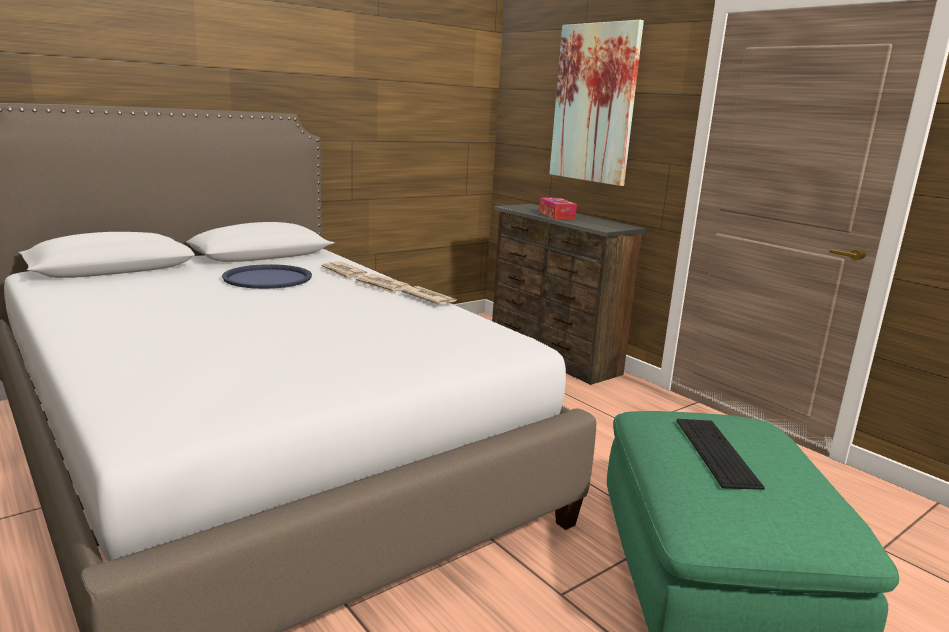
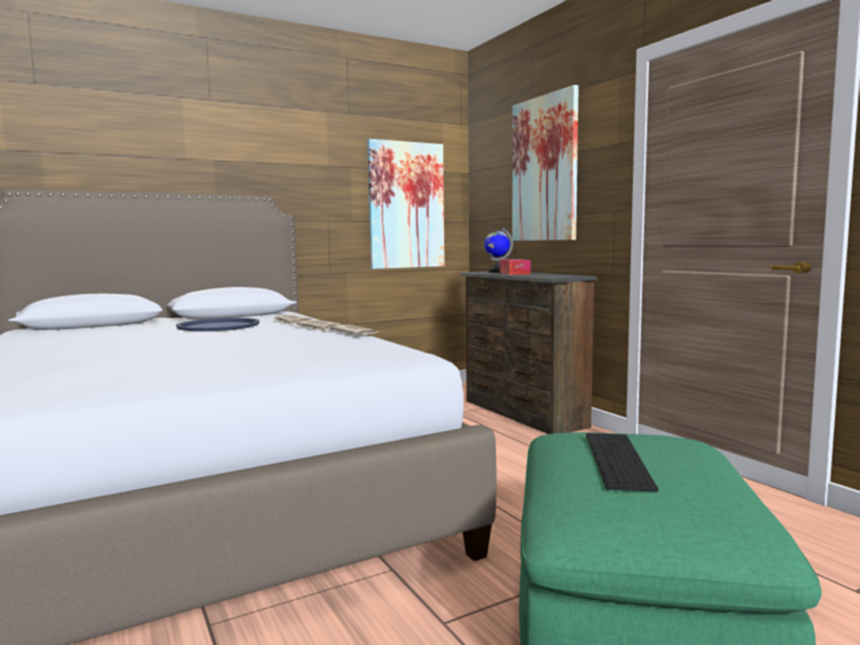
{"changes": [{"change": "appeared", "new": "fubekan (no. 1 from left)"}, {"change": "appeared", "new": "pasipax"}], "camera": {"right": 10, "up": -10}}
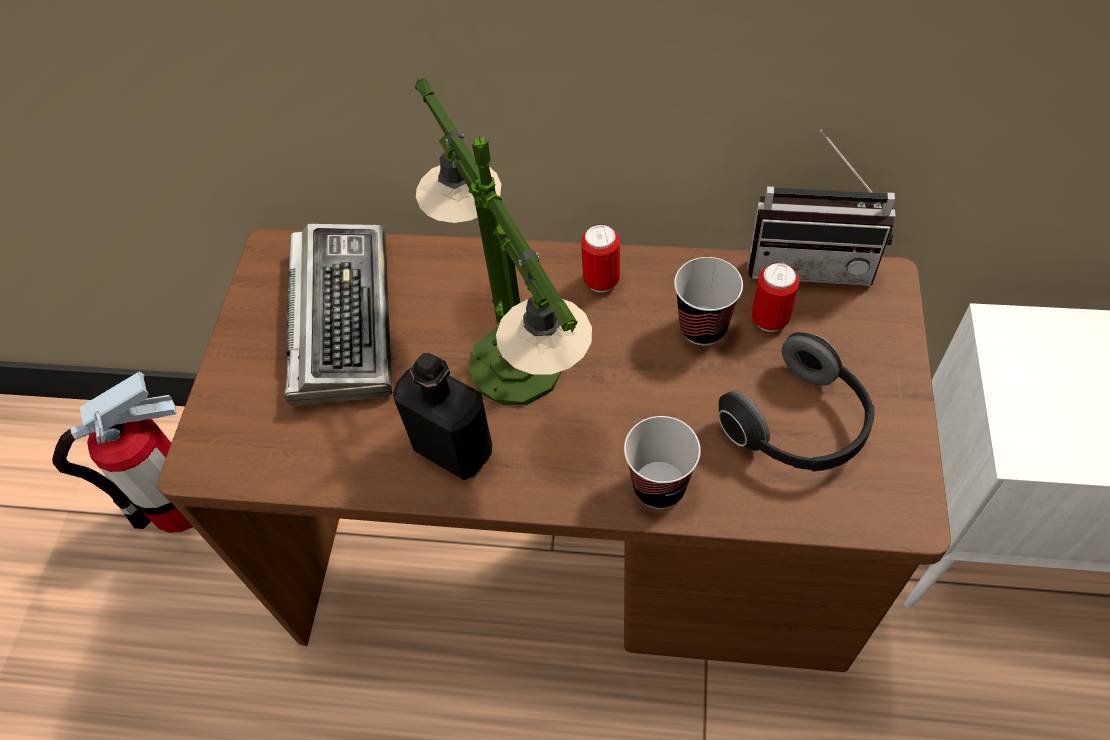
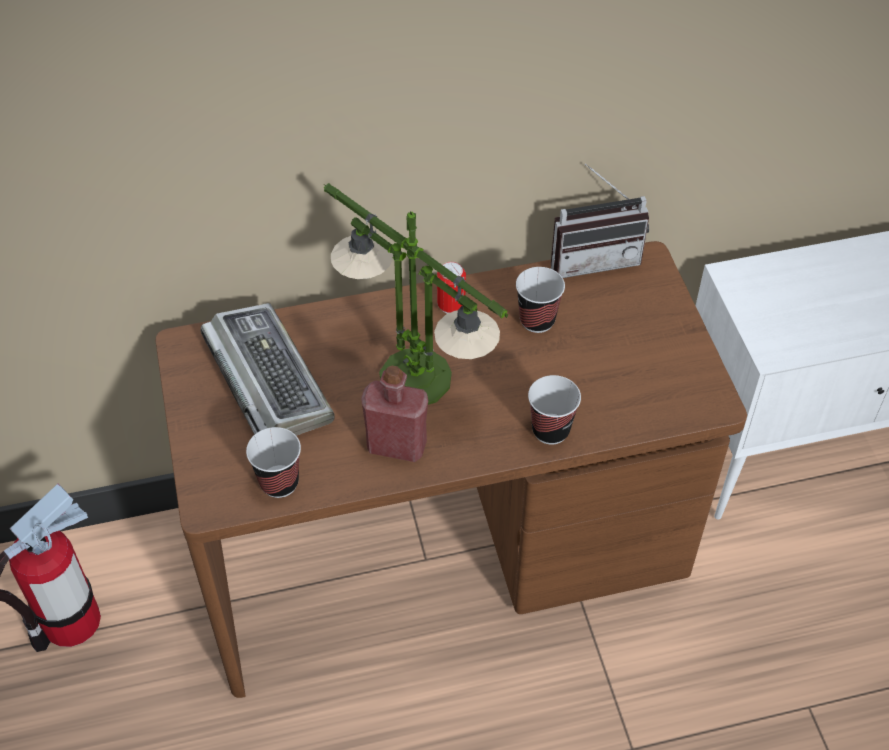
{"changes": [{"change": "missing", "old": "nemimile (no. 2 from left)"}, {"change": "missing", "old": "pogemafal"}, {"change": "colour", "old": "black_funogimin", "new": "red_funogimin"}, {"change": "appeared", "new": "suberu (no. 1 from left)"}], "camera": {"right": -25, "up": -5}}
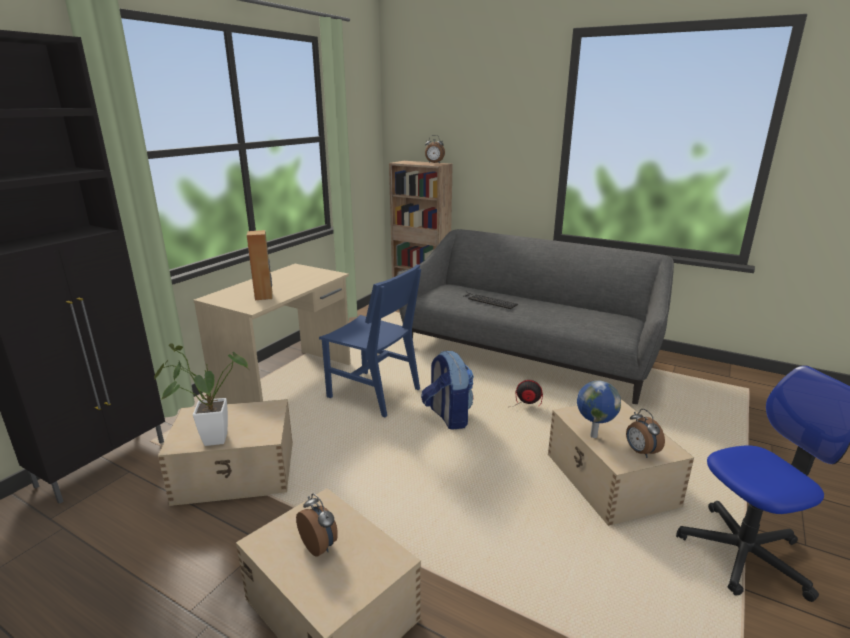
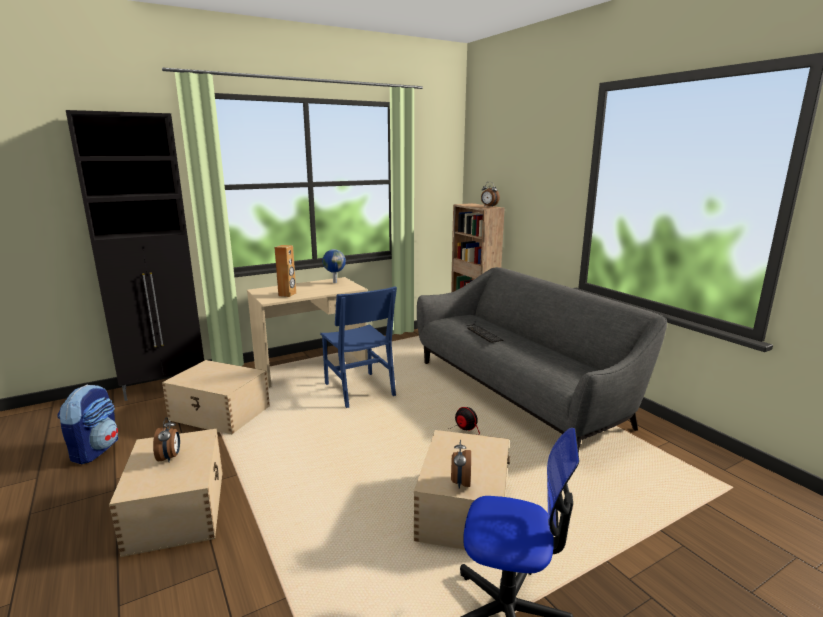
{"changes": [{"change": "missing", "old": "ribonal"}, {"change": "relocated", "old": "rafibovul"}, {"change": "relocated", "old": "pasipax"}], "camera": {"right": 30, "up": -5}}
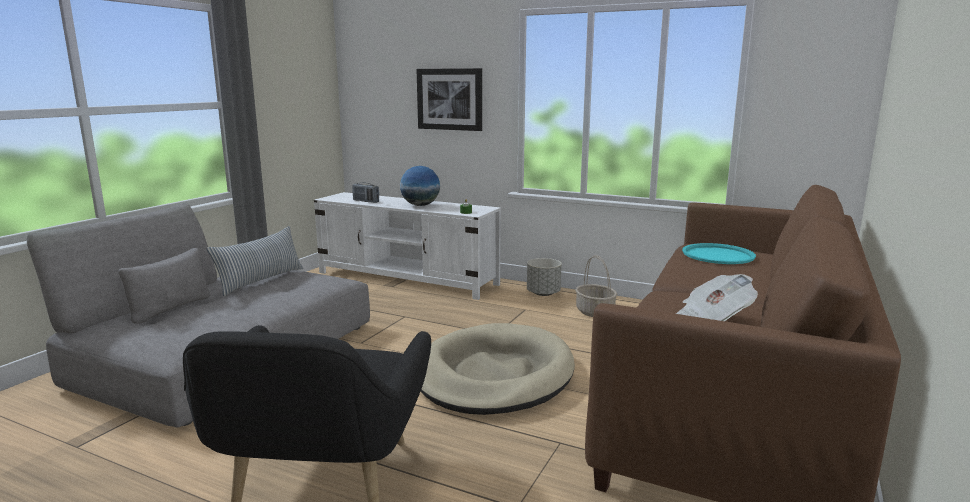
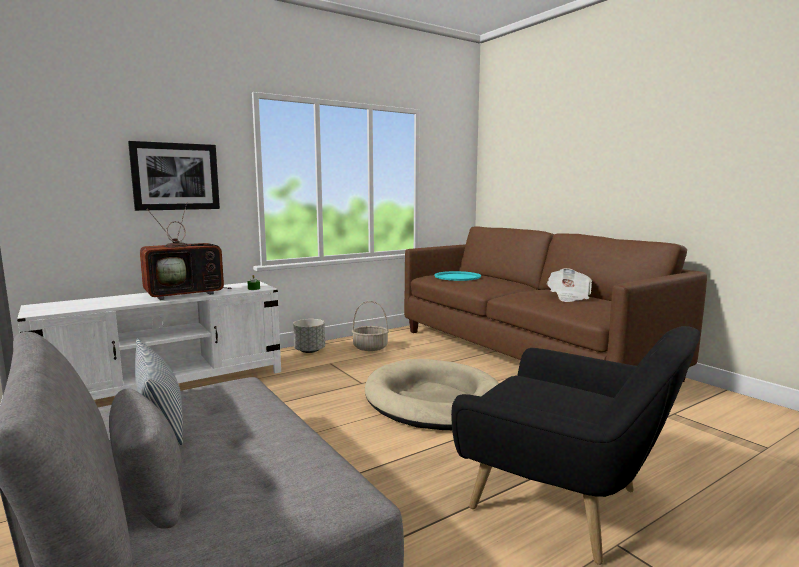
{"changes": [{"change": "exchanged", "old": "pasipax", "new": "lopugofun"}, {"change": "missing", "old": "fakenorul"}], "camera": {"right": -60, "up": -5}}
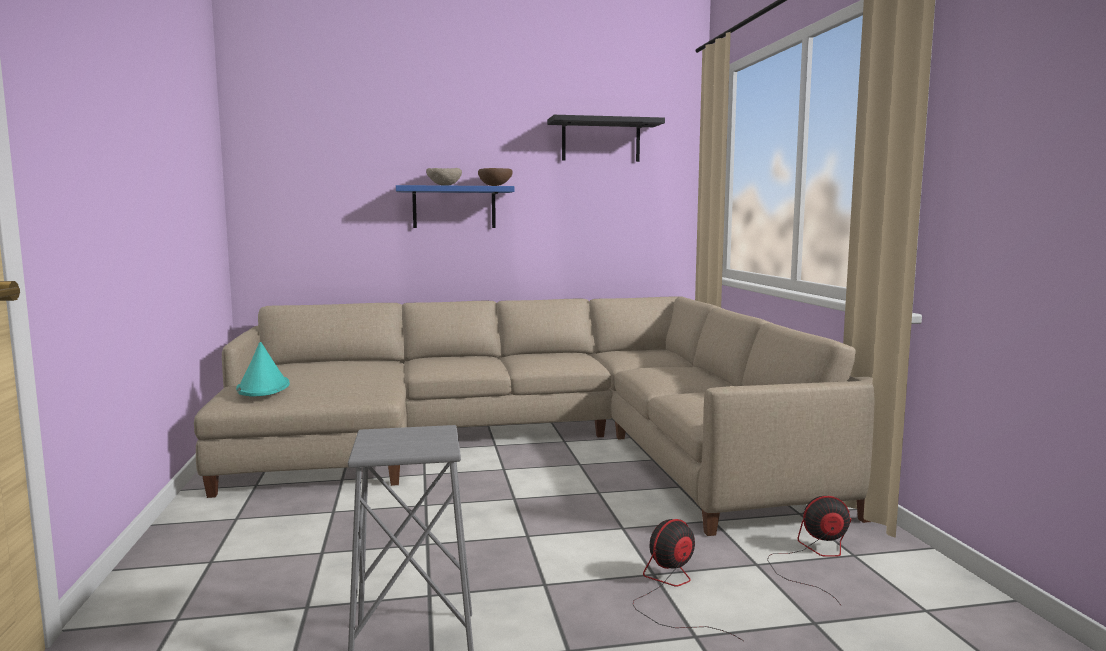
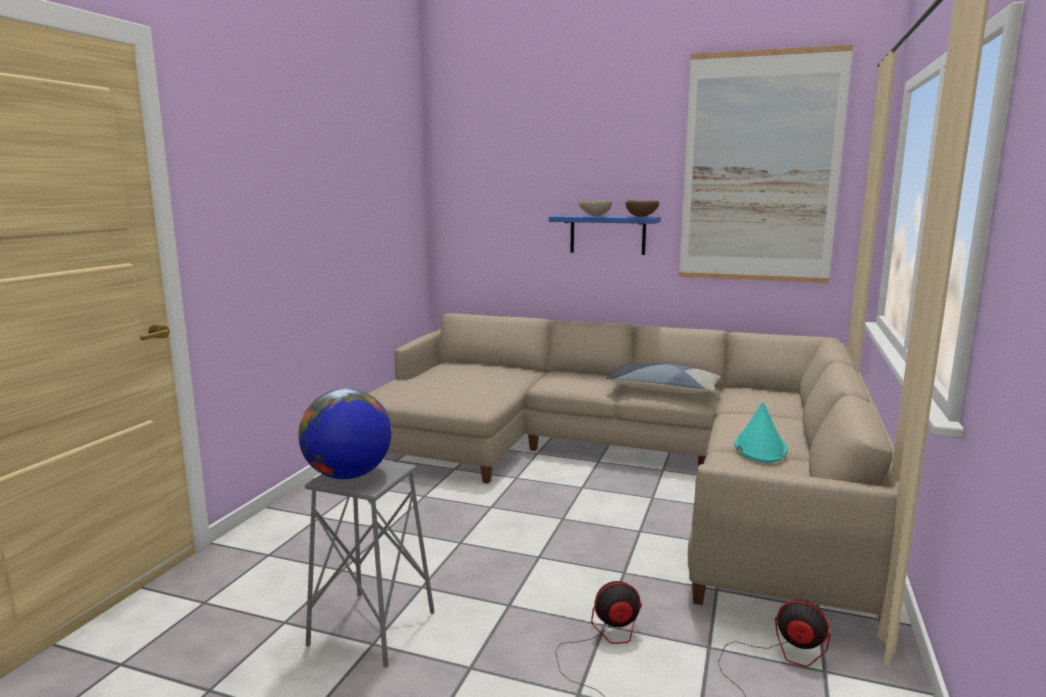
{"changes": [{"change": "exchanged", "old": "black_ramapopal", "new": "fubekan"}, {"change": "relocated", "old": "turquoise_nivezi"}, {"change": "appeared", "new": "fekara"}, {"change": "appeared", "new": "pasipax"}], "camera": {"right": 30, "up": 5}}
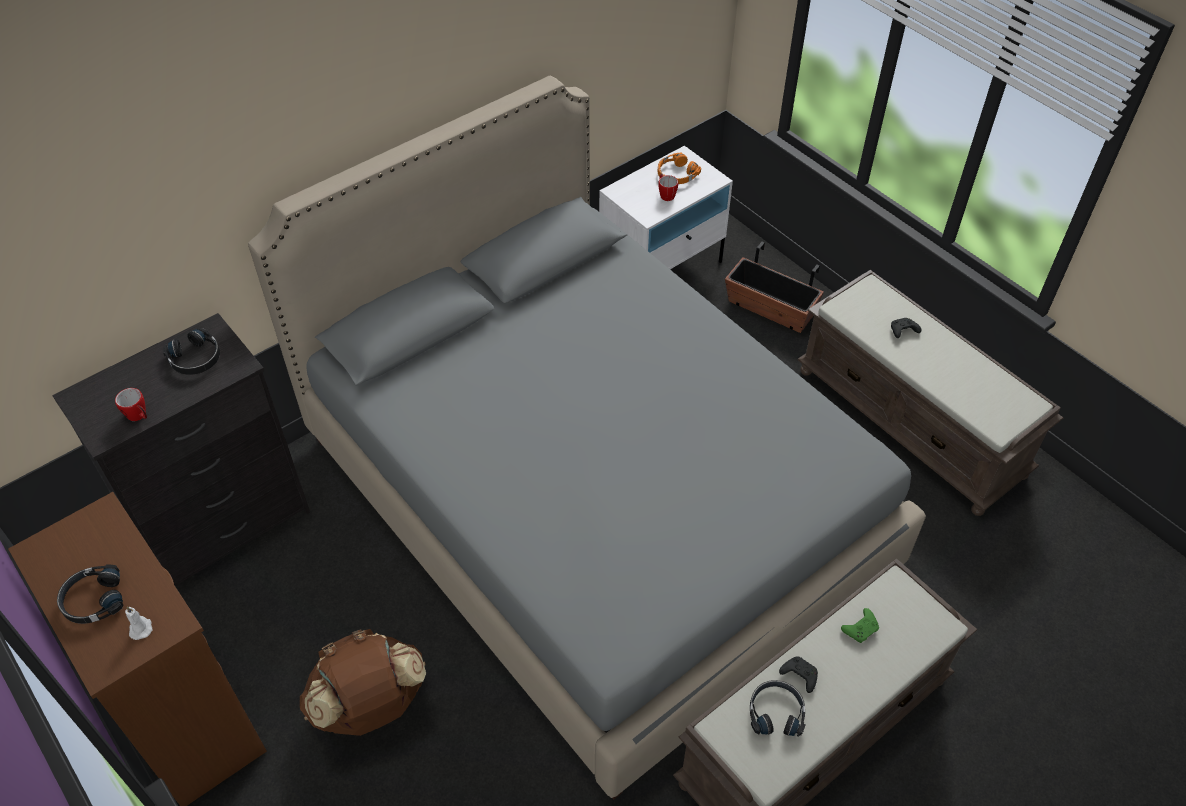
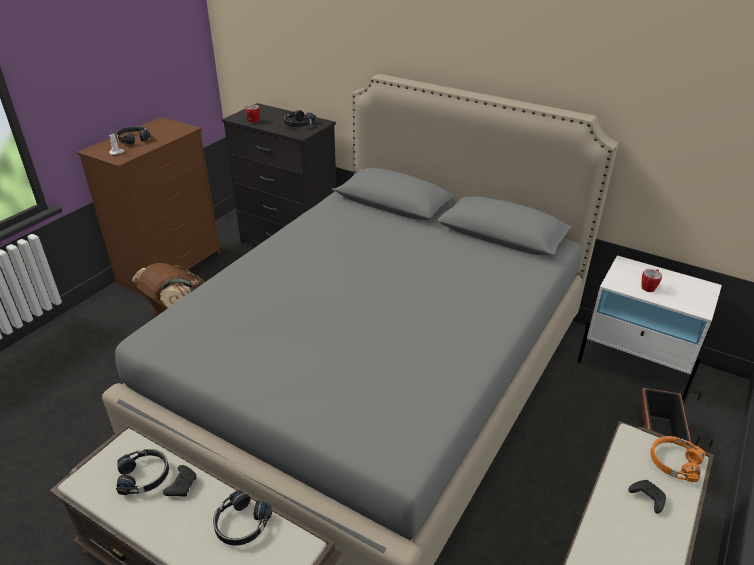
{"changes": [{"change": "relocated", "old": "orange_pogemafal"}, {"change": "exchanged", "old": "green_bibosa", "new": "black_pogemafal (no. 3 from left)"}], "camera": {"right": 70, "up": -15}}
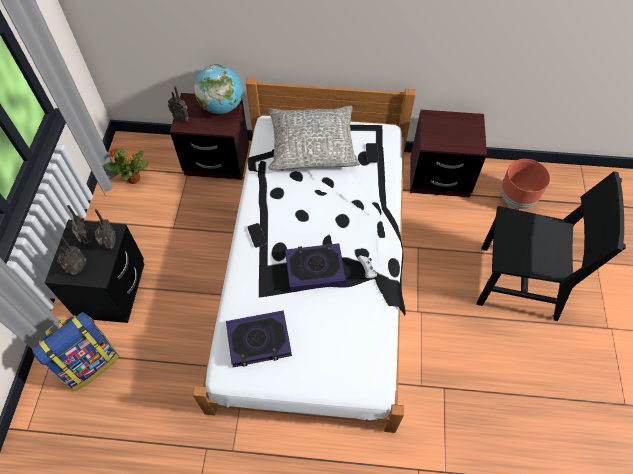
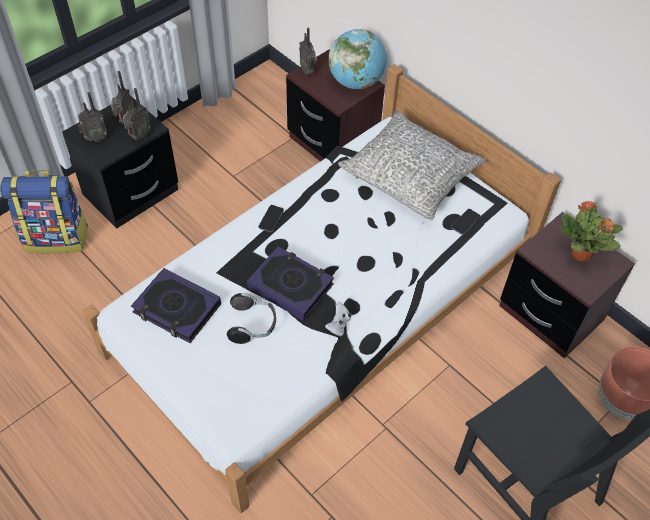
{"changes": [{"change": "relocated", "old": "ribonal"}, {"change": "appeared", "new": "pogemafal"}], "camera": {"right": 40, "up": -5}}
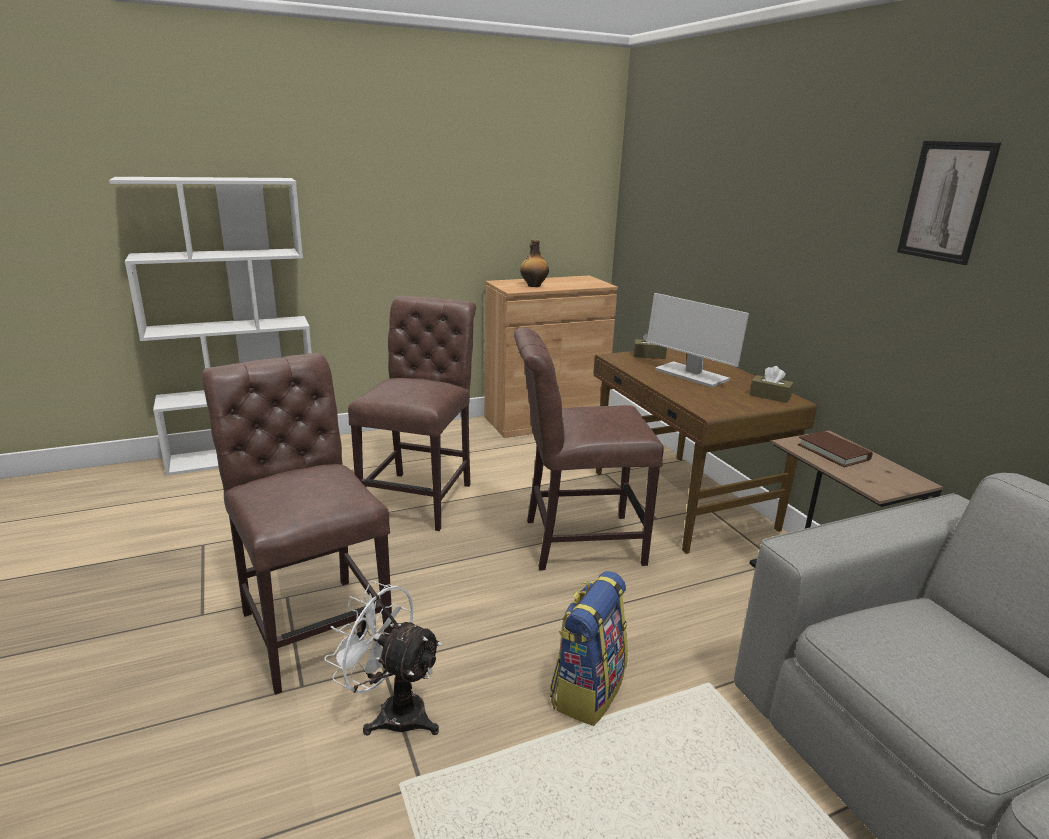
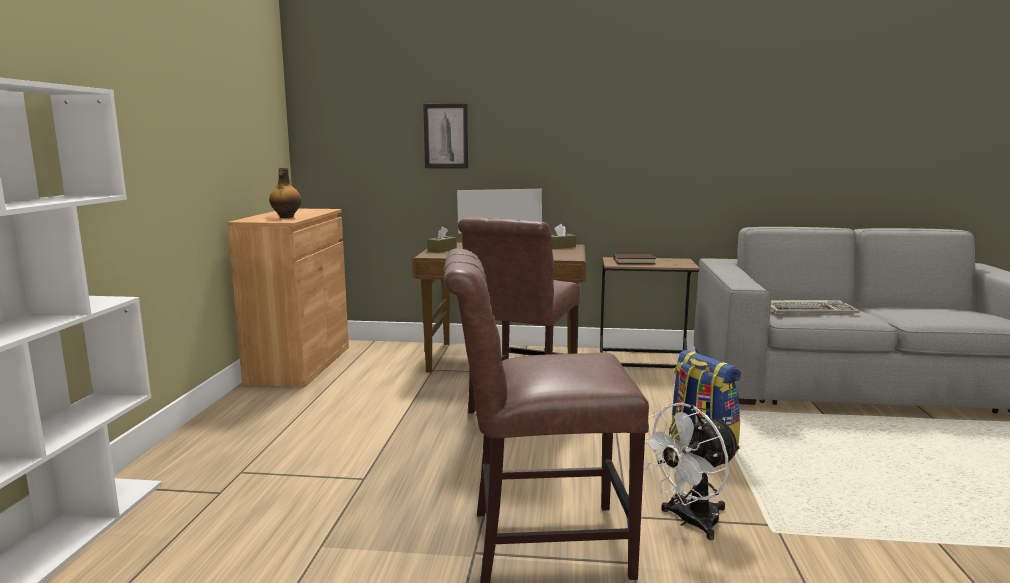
{"changes": [{"change": "relocated", "old": "fubekan"}, {"change": "missing", "old": "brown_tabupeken (no. 2 from left)"}, {"change": "appeared", "new": "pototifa"}], "camera": {"right": -60, "up": -10}}
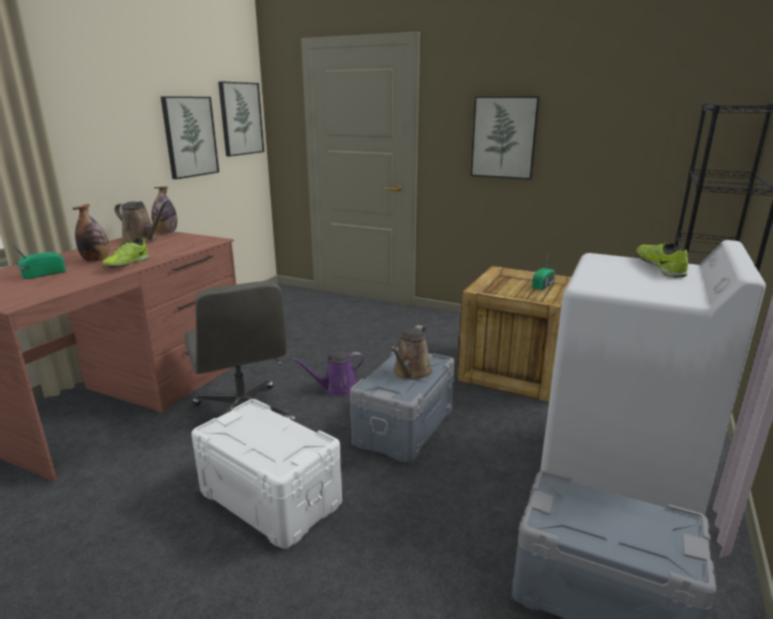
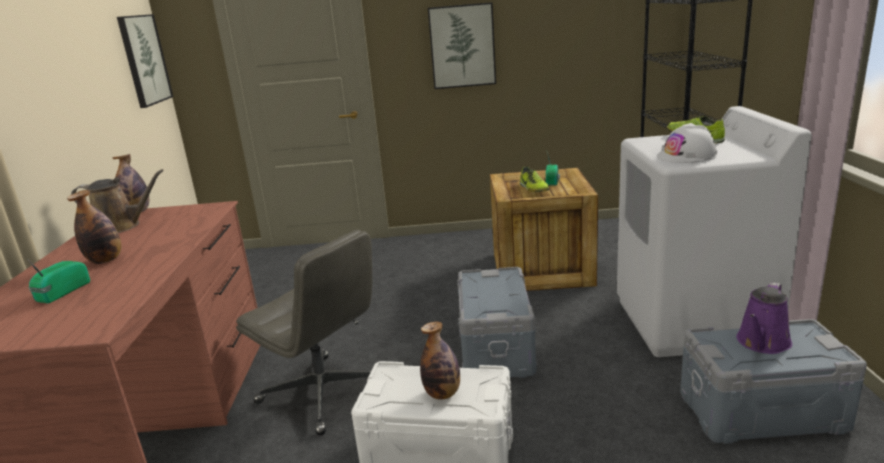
{"changes": [{"change": "missing", "old": "fubekan (no. 1 from left)"}, {"change": "relocated", "old": "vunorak (no. 1 from left)"}, {"change": "missing", "old": "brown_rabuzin (no. 2 from left)"}, {"change": "relocated", "old": "purple_rabuzin"}, {"change": "appeared", "new": "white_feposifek"}, {"change": "appeared", "new": "funogimin (no. 3 from left)"}], "camera": {"right": -25, "up": 0}}
